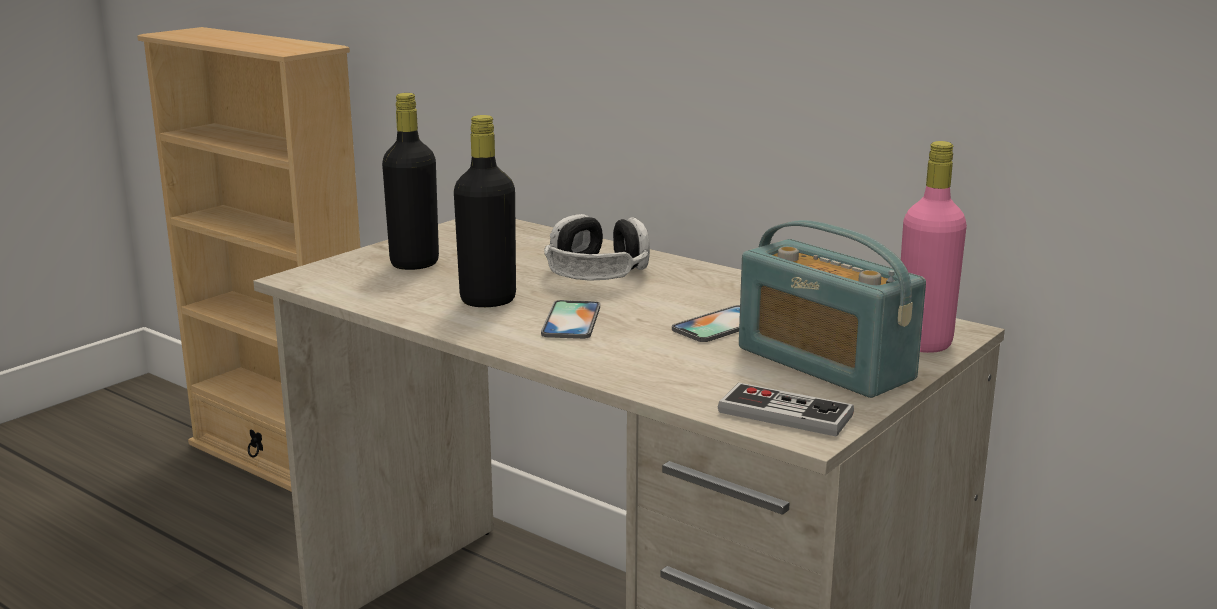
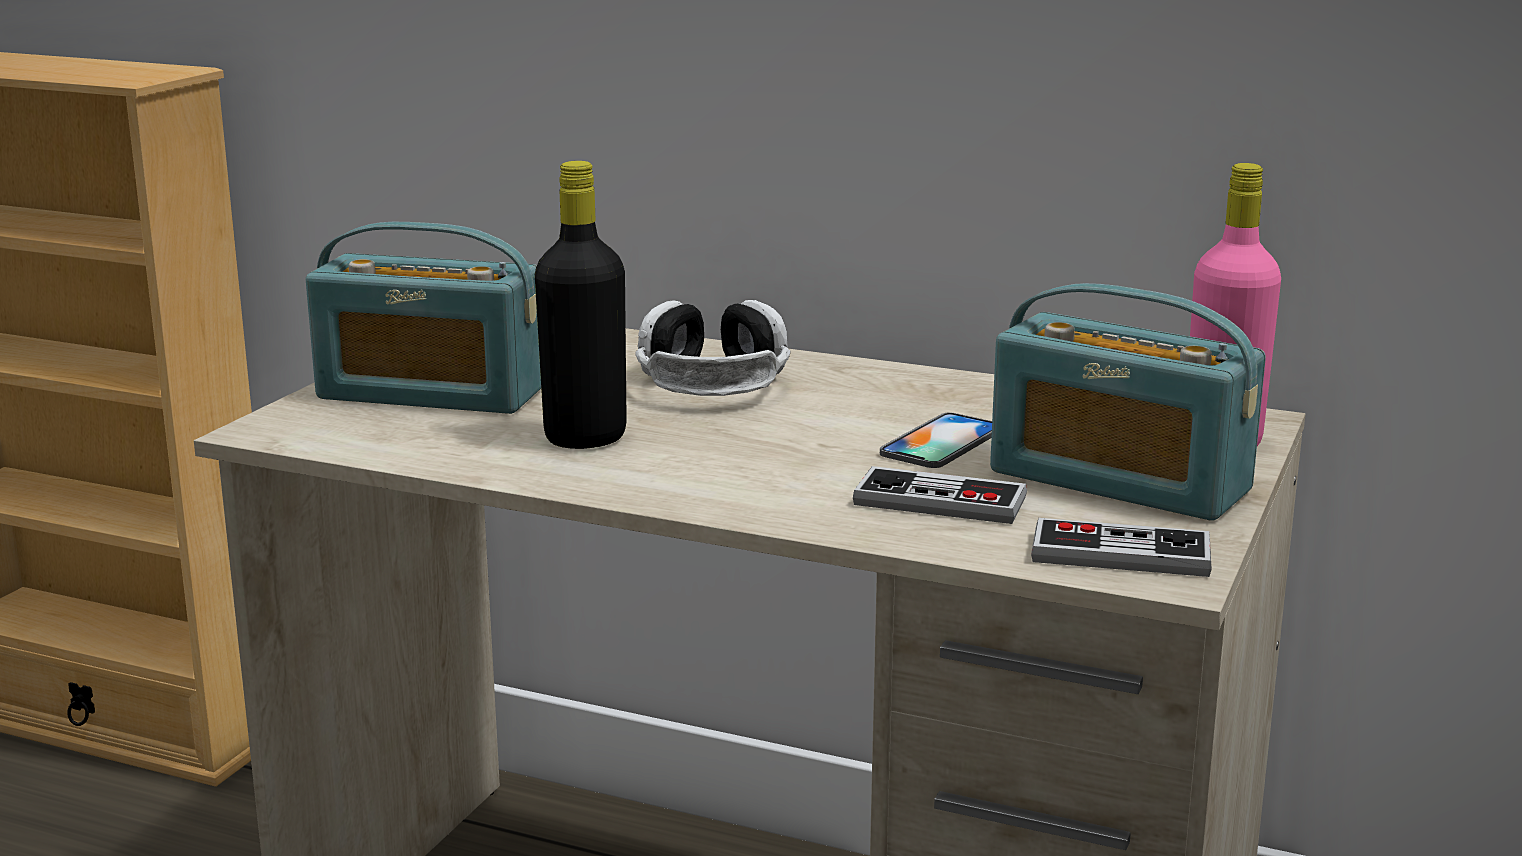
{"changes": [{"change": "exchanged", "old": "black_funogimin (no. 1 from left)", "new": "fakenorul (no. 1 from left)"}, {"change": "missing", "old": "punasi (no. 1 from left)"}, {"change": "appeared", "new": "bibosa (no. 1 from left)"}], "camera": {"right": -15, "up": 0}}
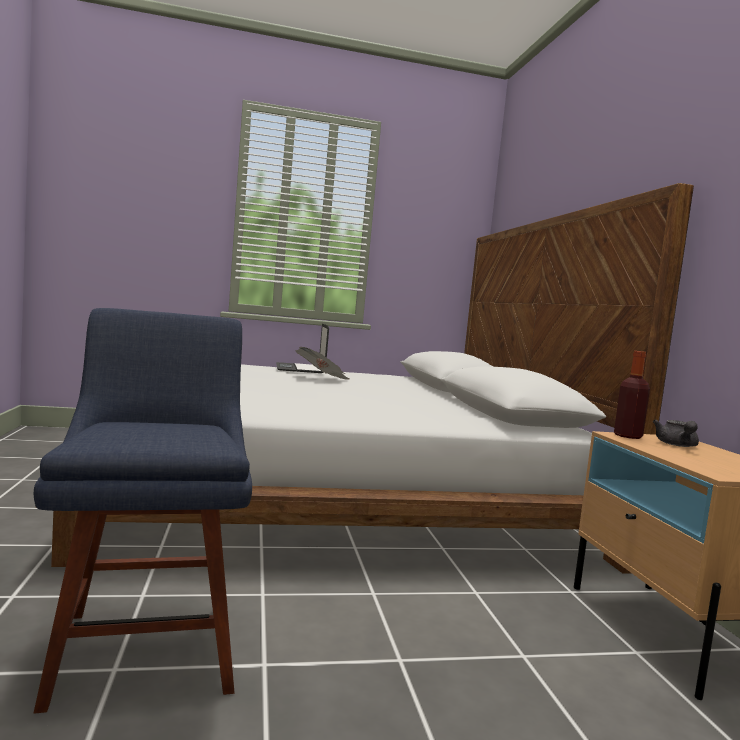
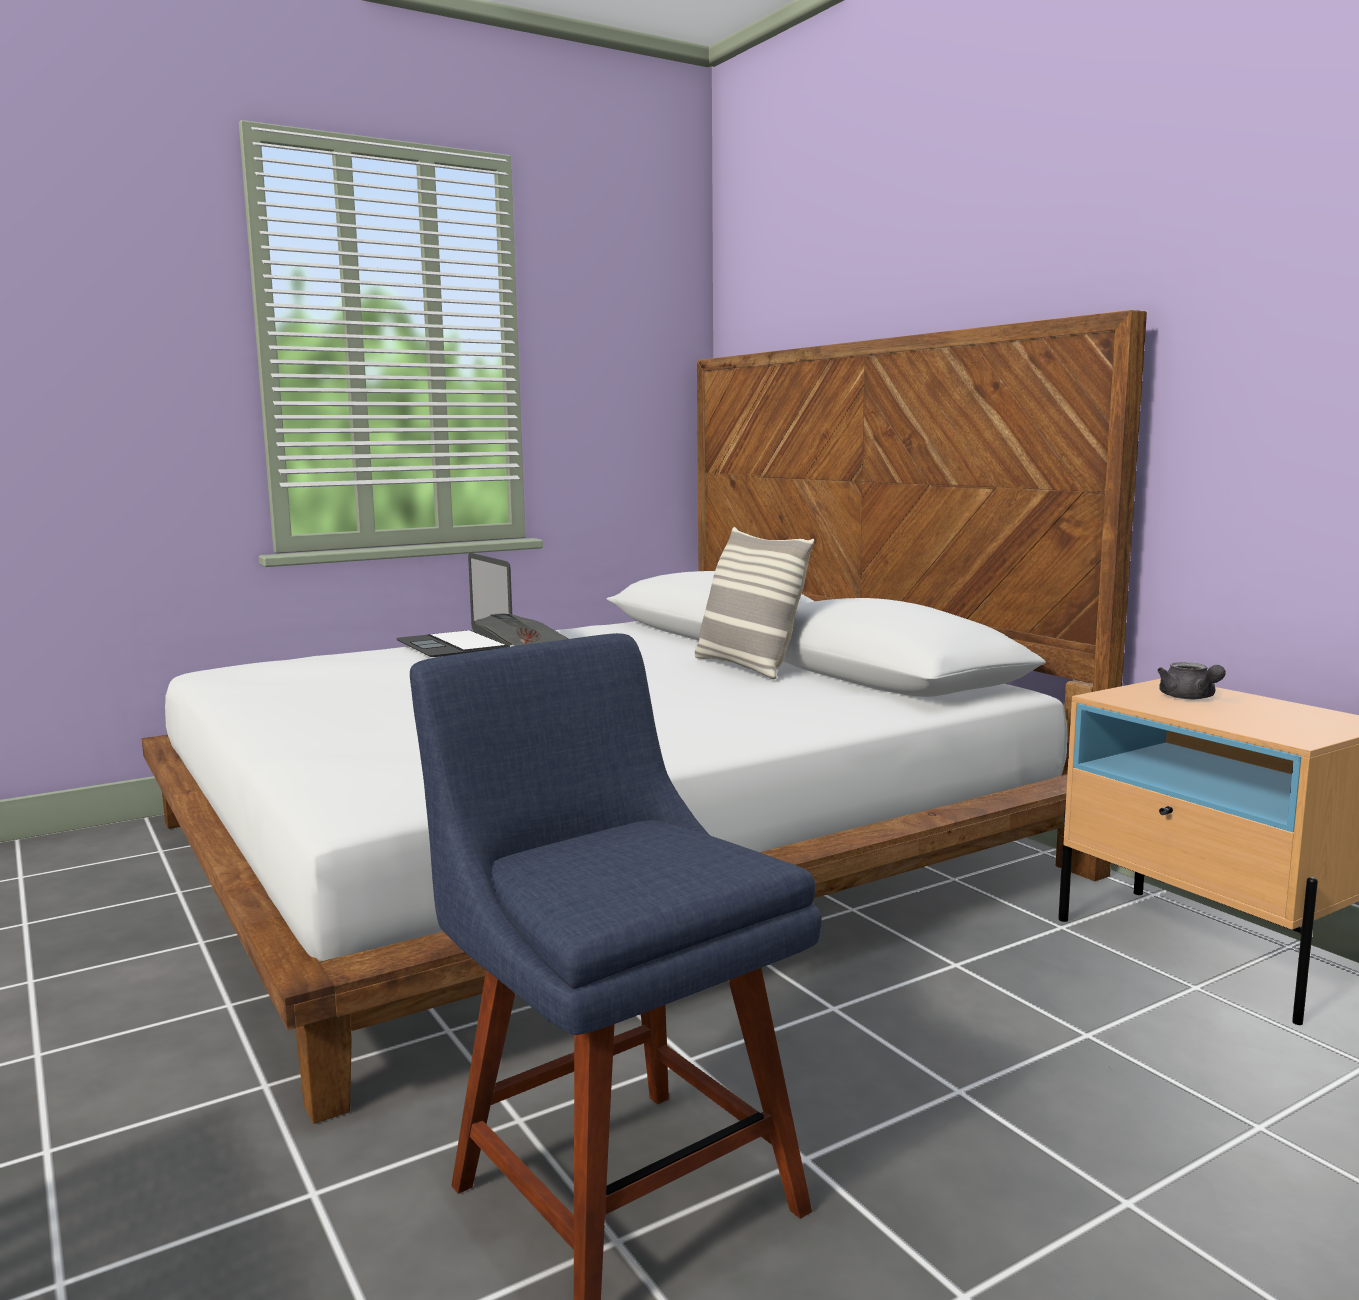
{"changes": [{"change": "missing", "old": "funogimin"}, {"change": "appeared", "new": "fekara"}], "camera": {"right": -20, "up": 5}}
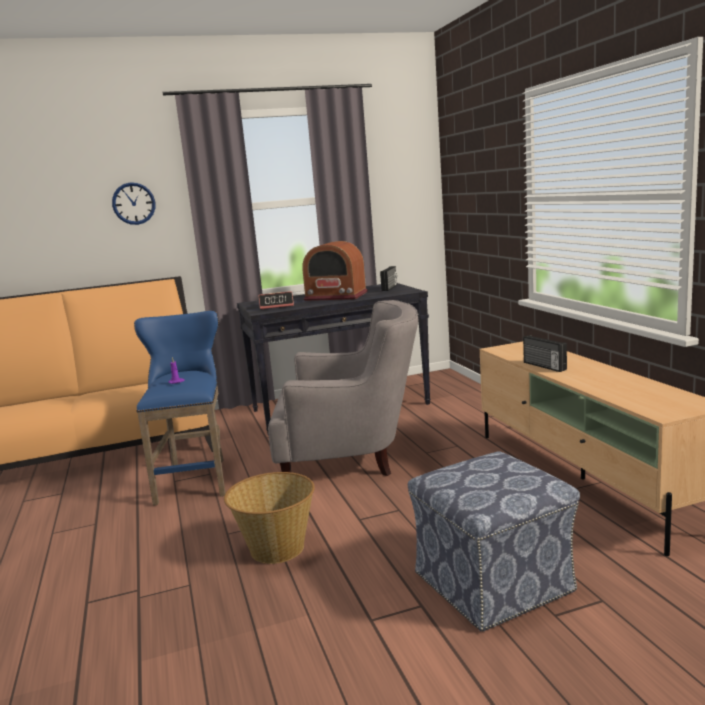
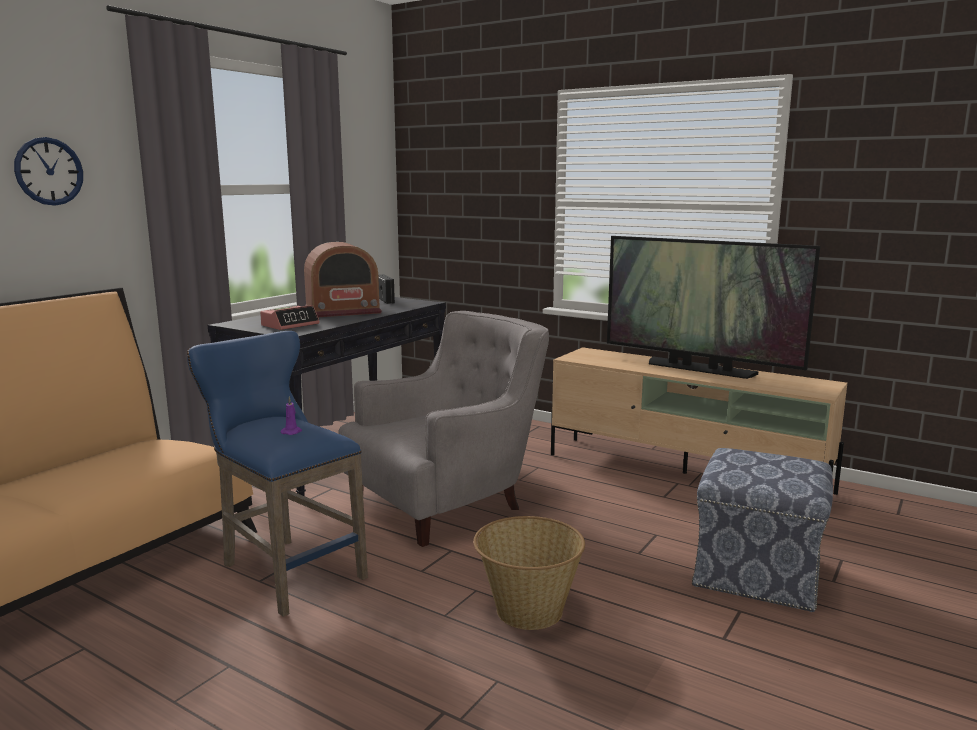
{"changes": [{"change": "missing", "old": "fakenorul (no. 3 from left)"}, {"change": "appeared", "new": "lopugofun"}], "camera": {"right": -40, "up": 0}}
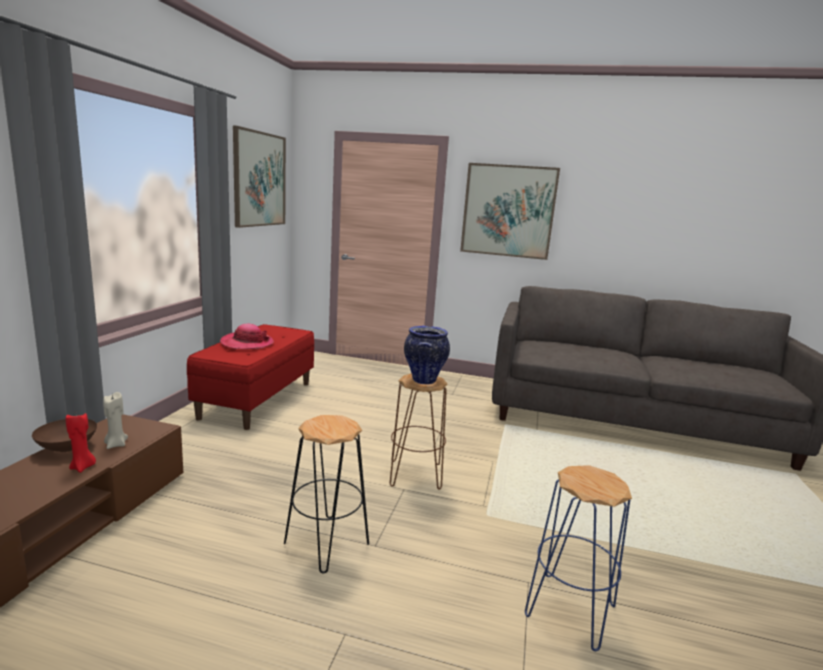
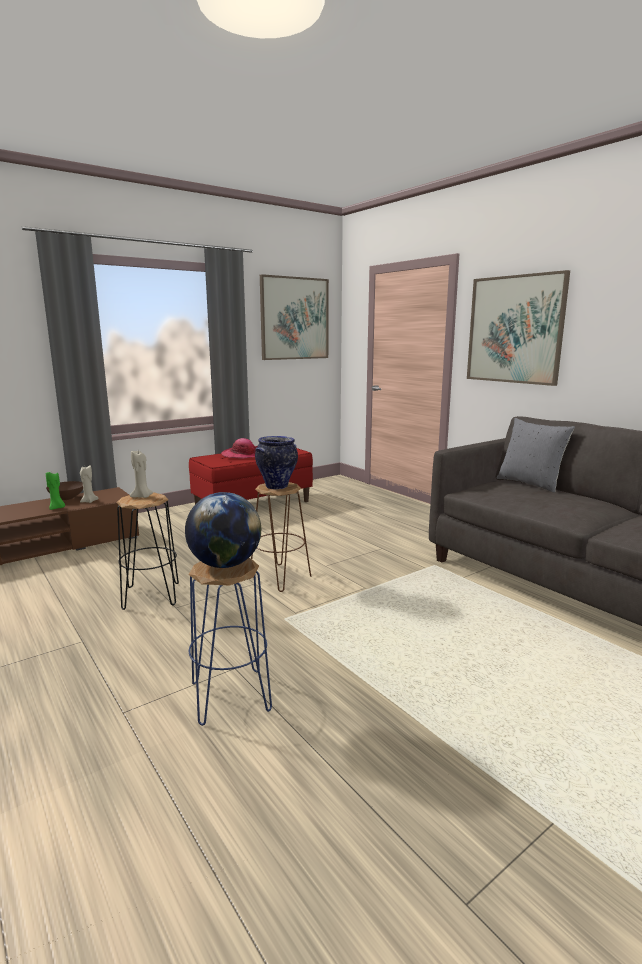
{"changes": [{"change": "colour", "old": "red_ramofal", "new": "green_ramofal"}, {"change": "appeared", "new": "grey_fekara"}, {"change": "appeared", "new": "beige_ramofal (no. 2 from left)"}, {"change": "appeared", "new": "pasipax"}], "camera": {"right": 40, "up": 0}}
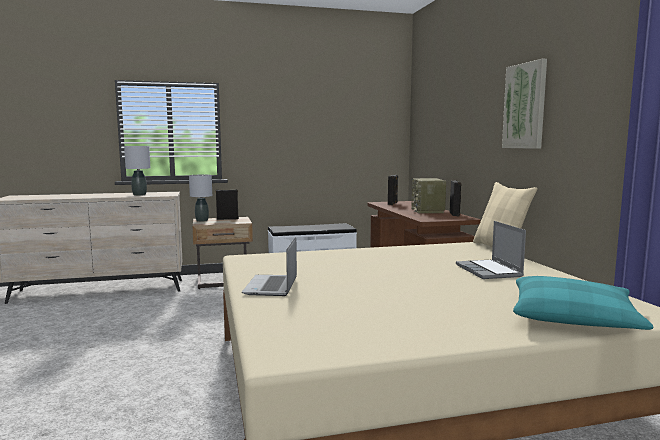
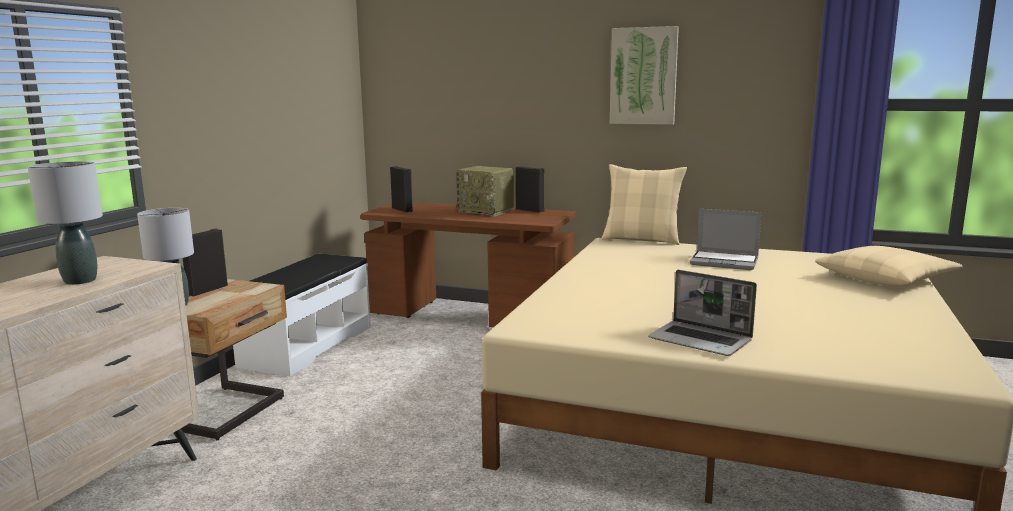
{"changes": [{"change": "colour", "old": "turquoise_fekara", "new": "beige_fekara (no. 2 from left)"}], "camera": {"right": -55, "up": 5}}
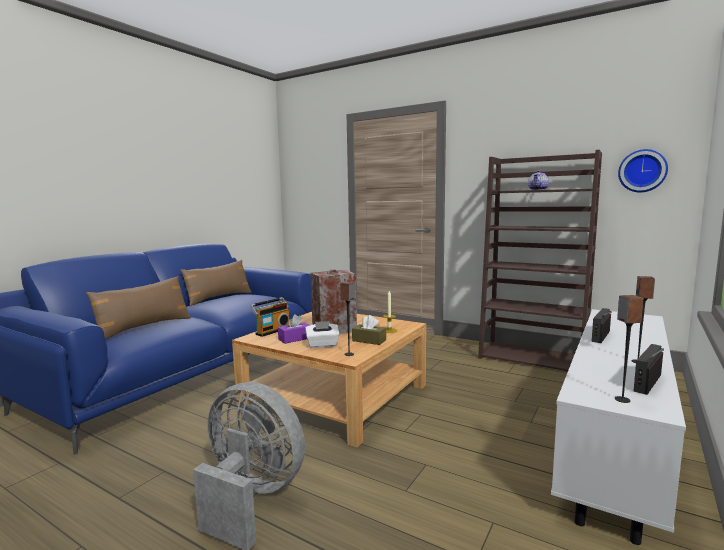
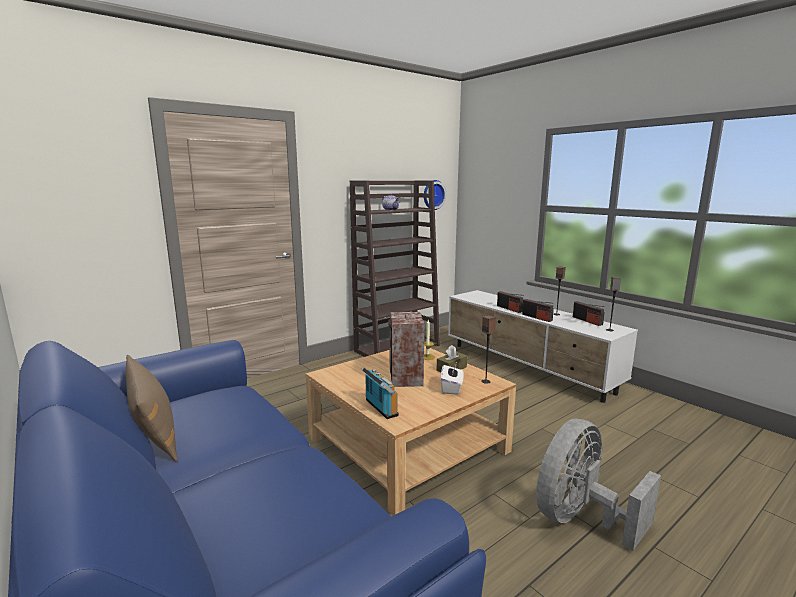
{"changes": [{"change": "missing", "old": "brown_fekara (no. 1 from left)"}, {"change": "missing", "old": "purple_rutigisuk"}, {"change": "appeared", "new": "fakenorul (no. 3 from left)"}], "camera": {"right": -70, "up": 5}}
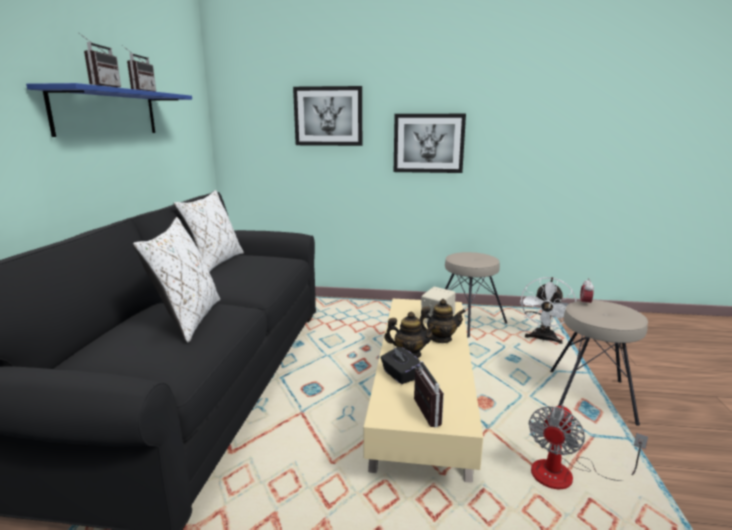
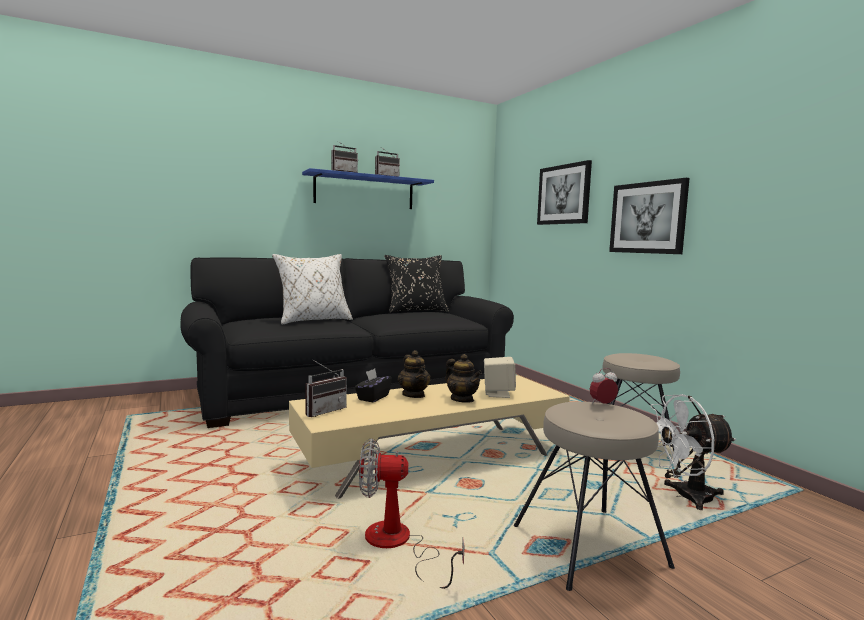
{"changes": [{"change": "colour", "old": "white_fekara (no. 2 from left)", "new": "black_fekara"}], "camera": {"right": 55, "up": -10}}
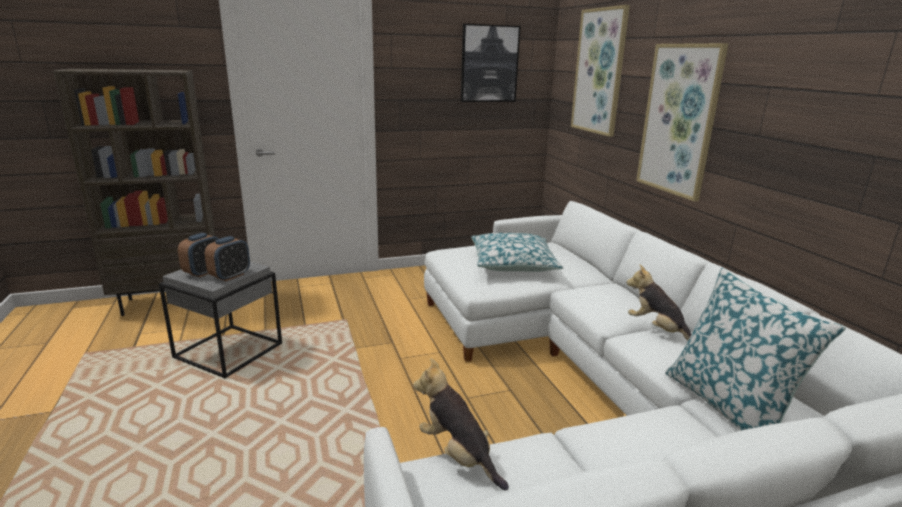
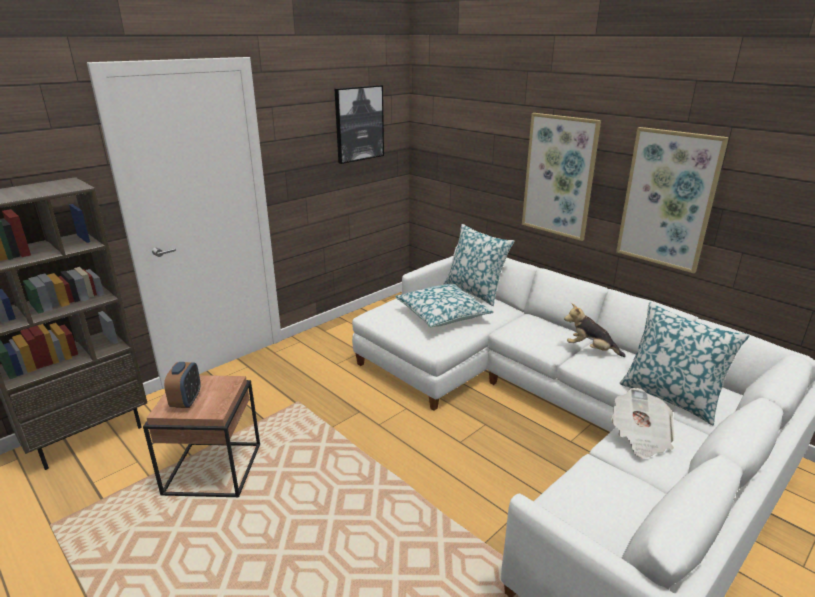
{"changes": [{"change": "relocated", "old": "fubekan (no. 2 from left in the first image)", "new": "fubekan (no. 3 from left)"}, {"change": "missing", "old": "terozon (no. 2 from left)"}, {"change": "colour", "old": "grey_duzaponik", "new": "brown_duzaponik"}, {"change": "missing", "old": "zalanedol (no. 1 from left)"}, {"change": "appeared", "new": "fekara (no. 2 from left)"}, {"change": "appeared", "new": "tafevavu"}], "camera": {"right": -25, "up": 5}}
